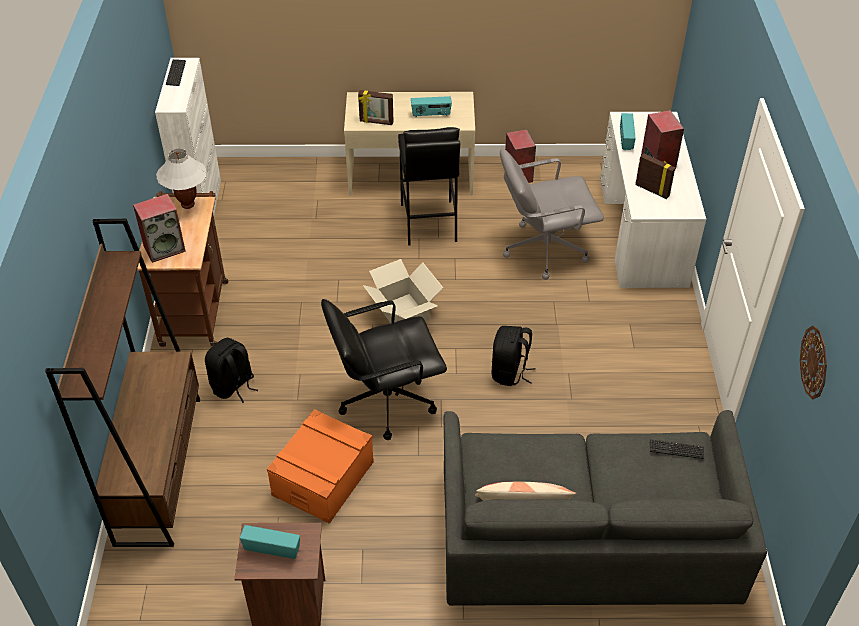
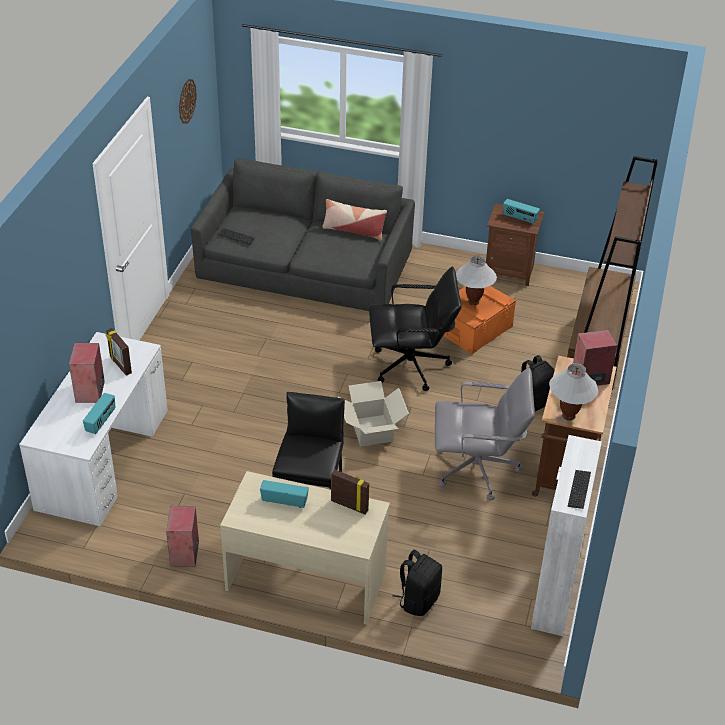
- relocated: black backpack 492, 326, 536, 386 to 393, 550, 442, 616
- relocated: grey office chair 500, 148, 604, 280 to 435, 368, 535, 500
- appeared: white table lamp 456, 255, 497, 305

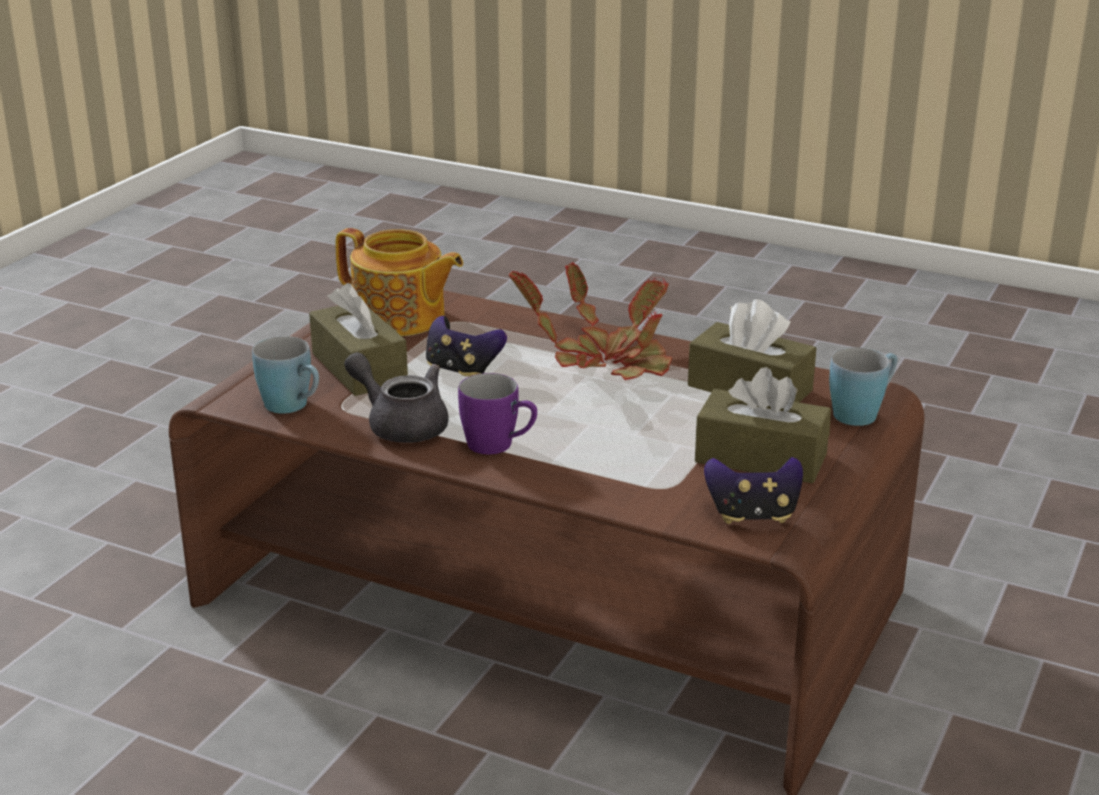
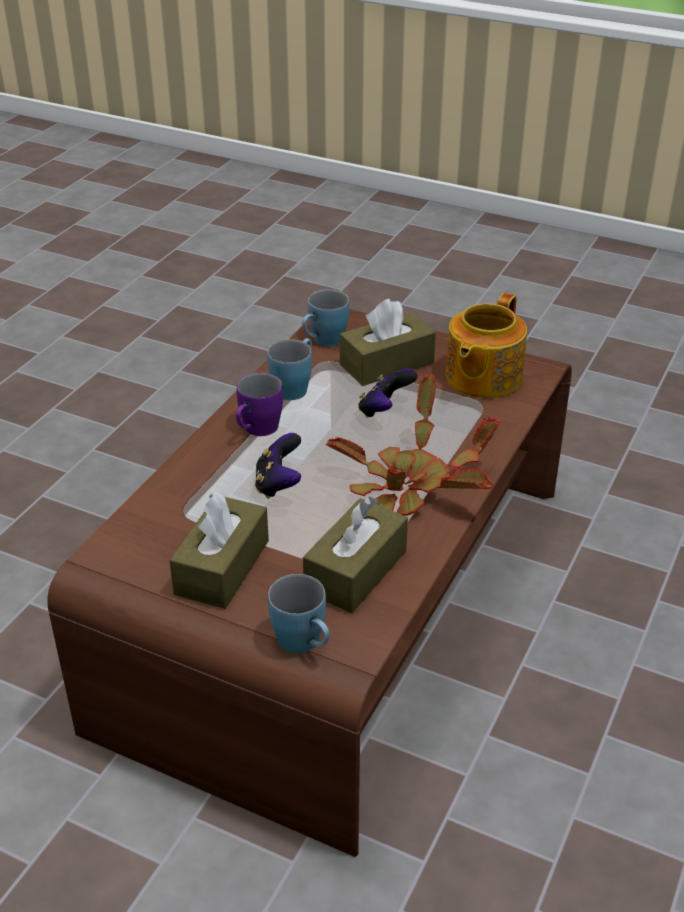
- exchanged: grey teapot 344, 352, 449, 443 to blue mug 268, 338, 312, 400
- relocated: game controller 704, 457, 803, 524 to 255, 433, 301, 499

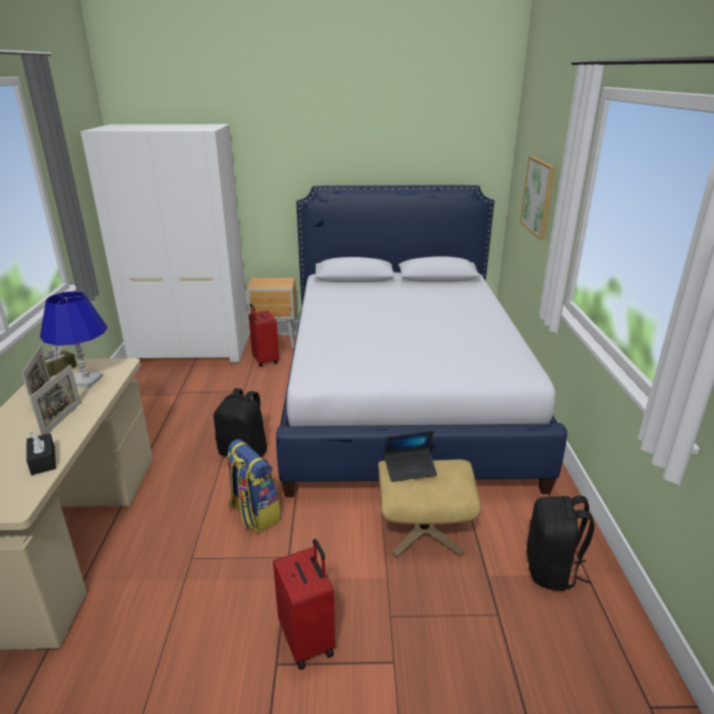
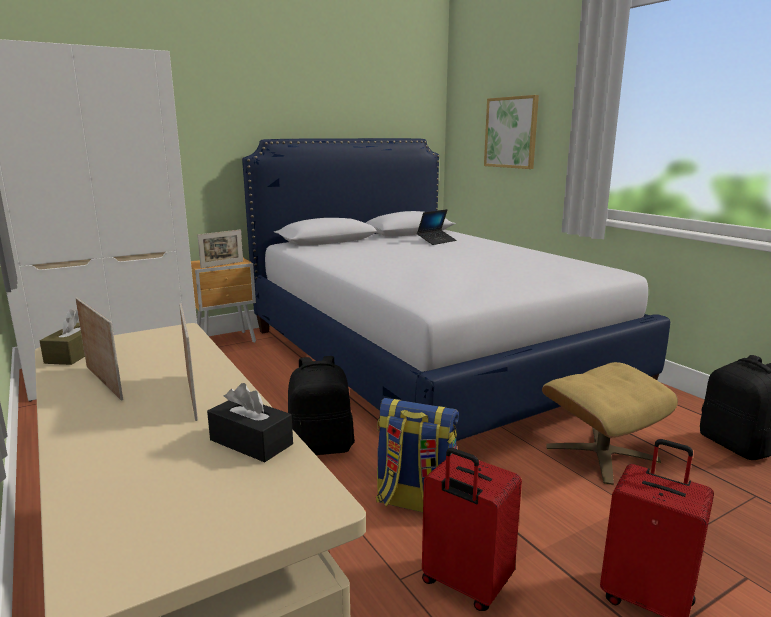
- missing: blue table lamp 40, 291, 107, 388
- relocated: red suitcase 248, 303, 279, 367 to 422, 448, 522, 611
- relocated: laptop 384, 431, 437, 482 to 417, 209, 456, 245
- appeared: picture frame 197, 229, 243, 268

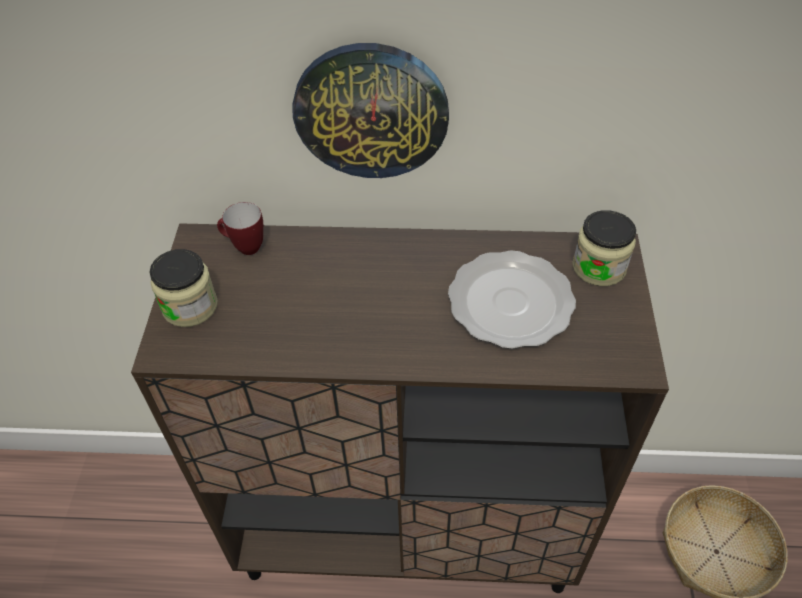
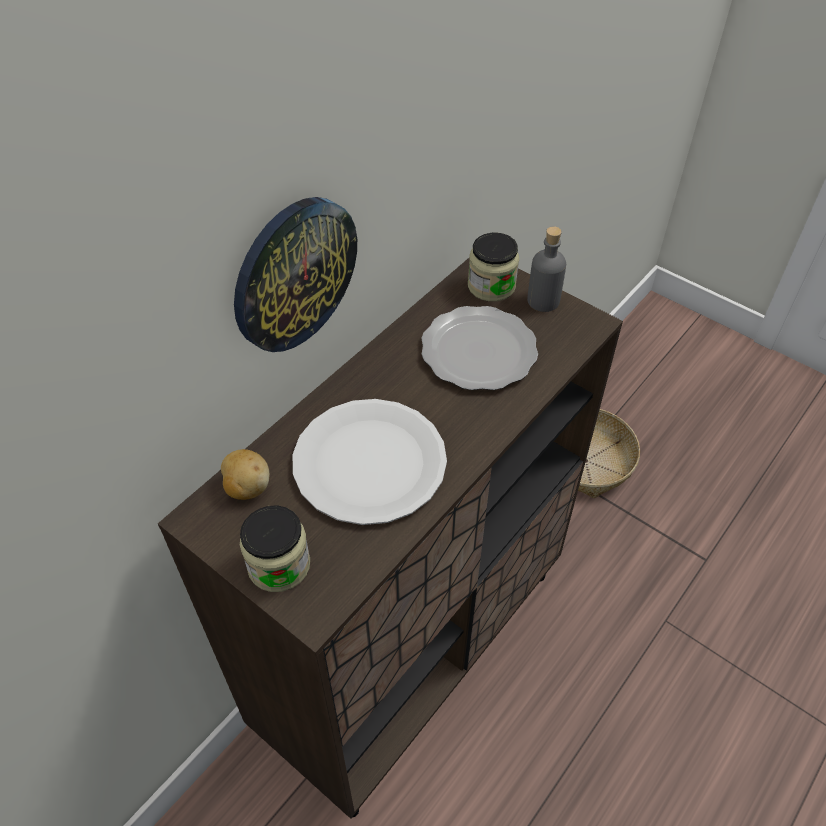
- exchanged: mug 217, 202, 263, 255 to potato 221, 449, 270, 500
- appeared: white plate 292, 399, 447, 525
- appeared: grey bottle 527, 226, 566, 312

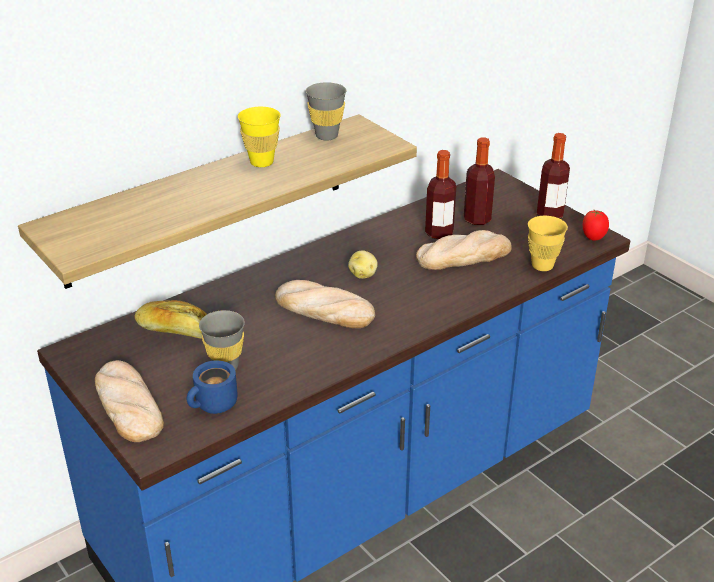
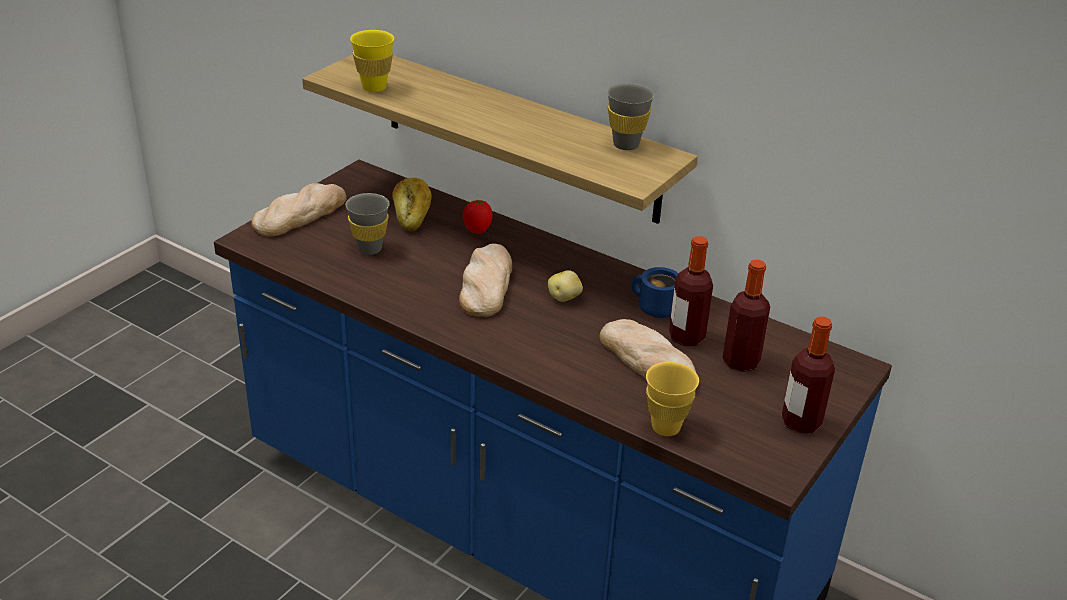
- relocated: blue mug 187, 361, 237, 414 to 631, 267, 678, 318
- relocated: yellow cup 238, 107, 281, 167 to 350, 30, 394, 92
- relocated: tomato 583, 210, 609, 240 to 463, 200, 493, 234

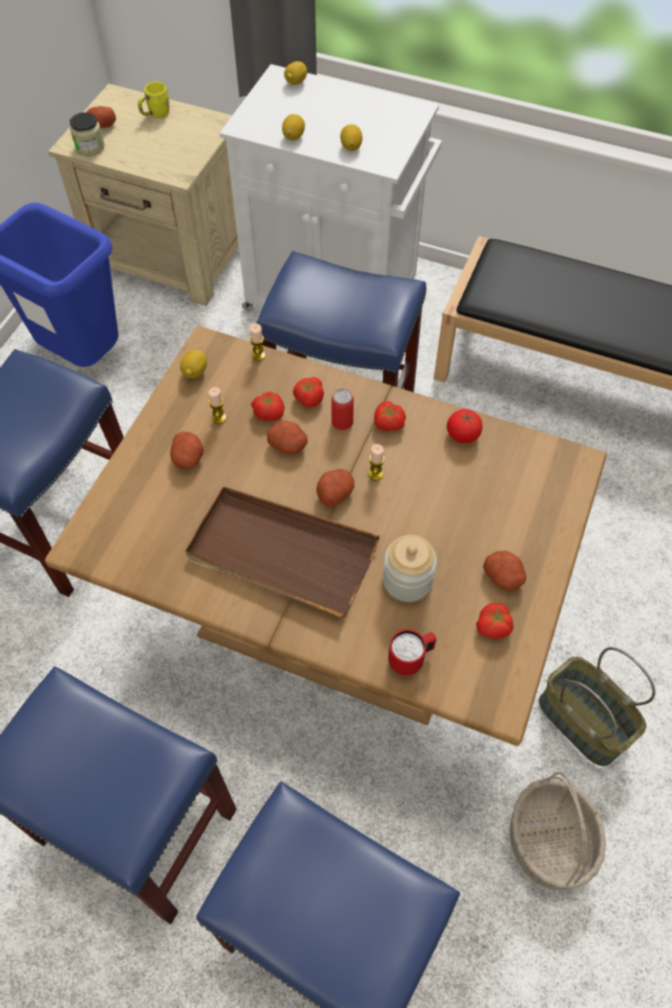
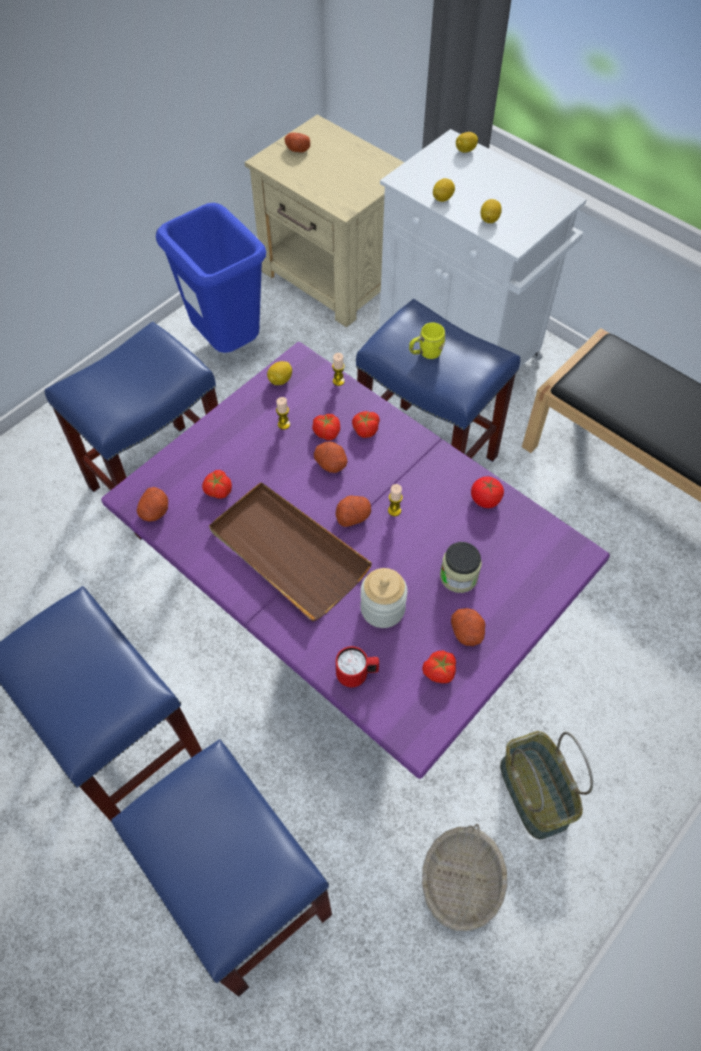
- colour: brown dining table 45, 326, 607, 746 to purple dining table 101, 342, 610, 779
- relocated: jar 70, 112, 105, 156 to 440, 542, 482, 593
- relocated: yellow mug 138, 82, 169, 118 to 409, 323, 445, 359
- relocated: potato 170, 432, 204, 469 to 137, 487, 168, 522
- missing: can 331, 388, 354, 430
- relocated: tomato 374, 401, 406, 431 to 202, 470, 232, 499

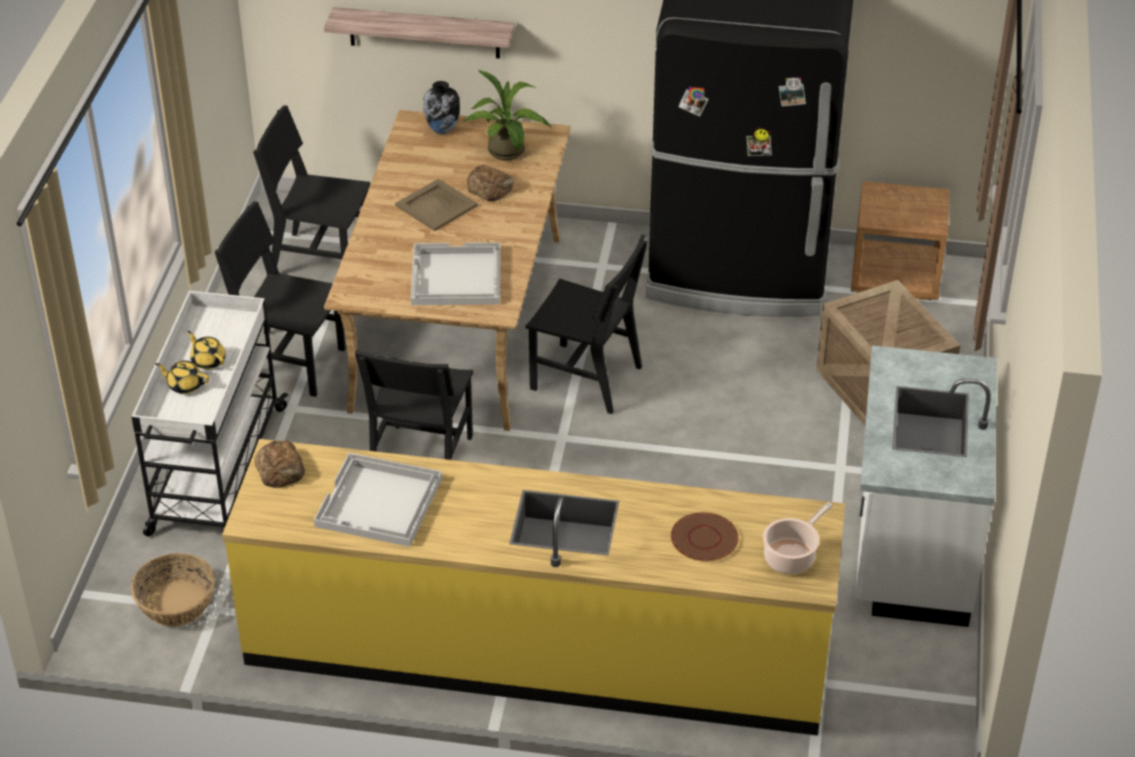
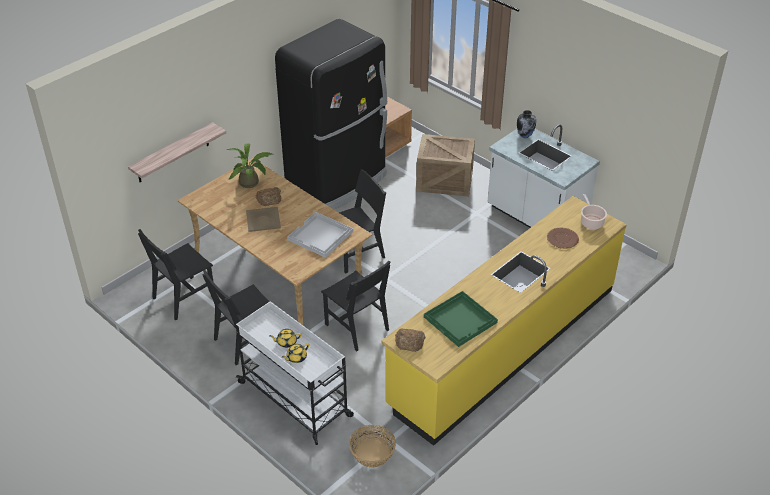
- colour: white tray 314, 453, 442, 547 to green tray 424, 291, 498, 347
- relocated: vase 423, 81, 460, 135 to 517, 110, 536, 138

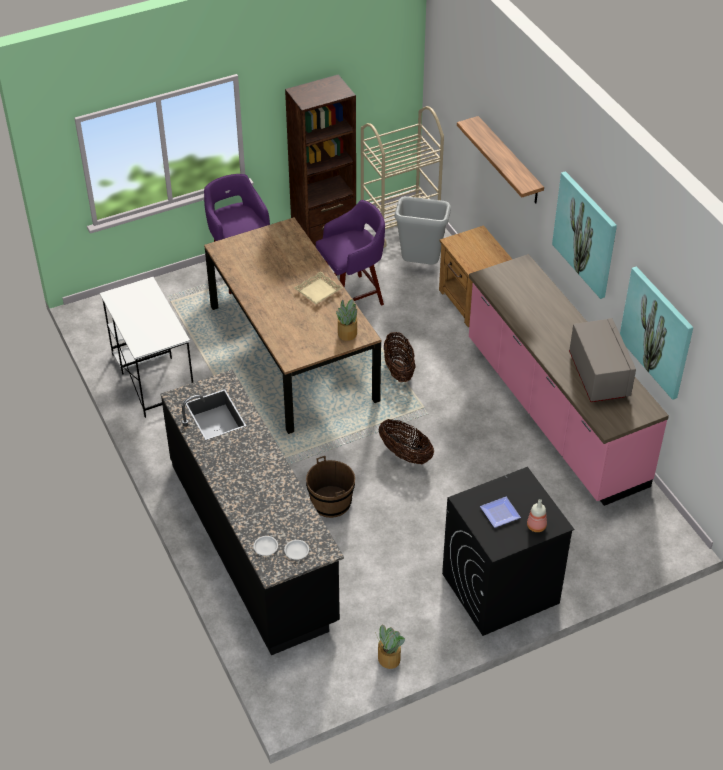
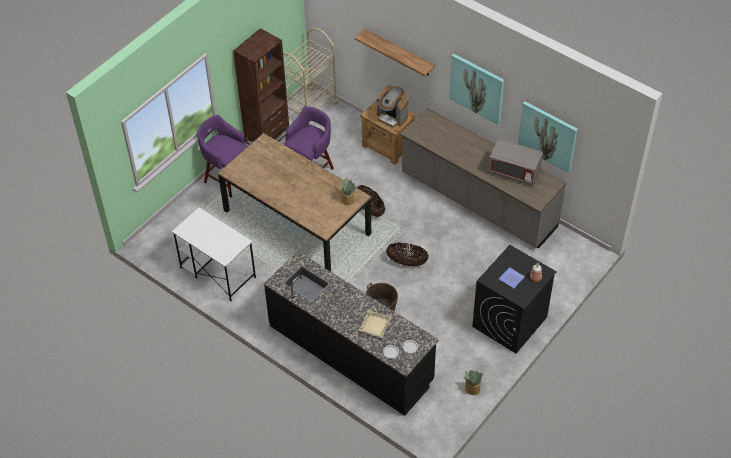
- relocated: beige tray 294, 271, 343, 304 to 358, 309, 392, 338
- missing: grey trash can 394, 196, 451, 264
- colour: pink counter 469, 254, 669, 506 to grey counter 400, 108, 566, 249
- spun: grey microwave 569, 318, 636, 402 = 488, 139, 543, 186 150 degrees clockwise
- appeared: coffee machine 377, 86, 409, 128

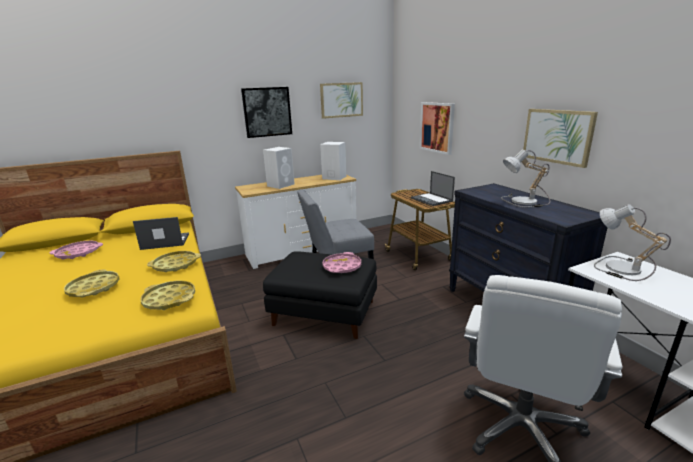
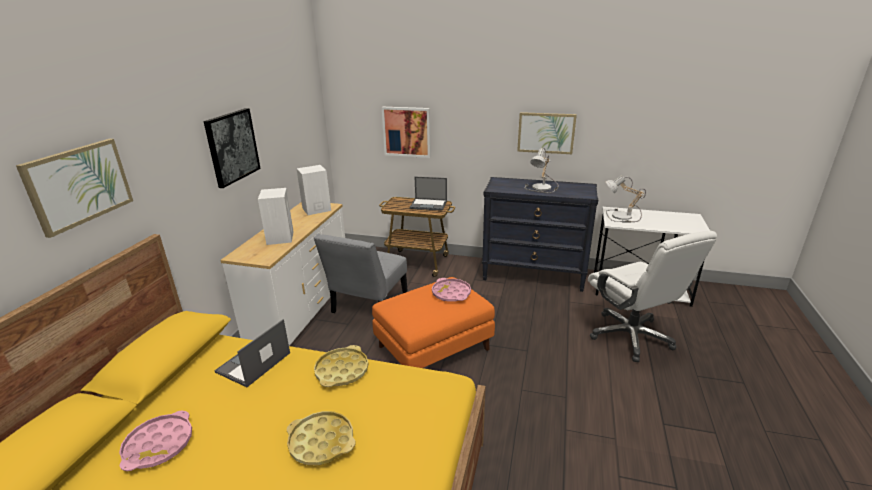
- missing: yellow tray 140, 281, 195, 310
- colour: black ottoman 263, 251, 377, 339 to orange ottoman 372, 277, 495, 368
- relocated: picture 320, 82, 363, 119 to 16, 139, 133, 238

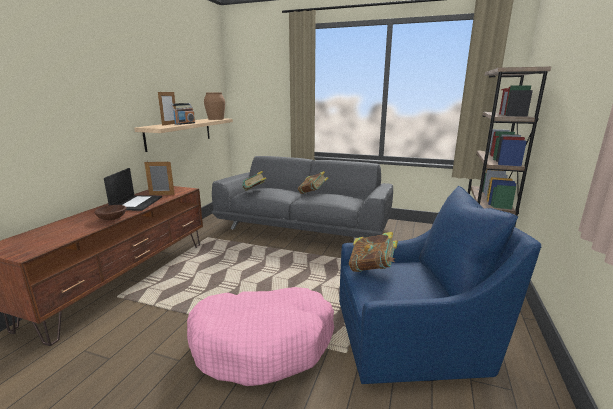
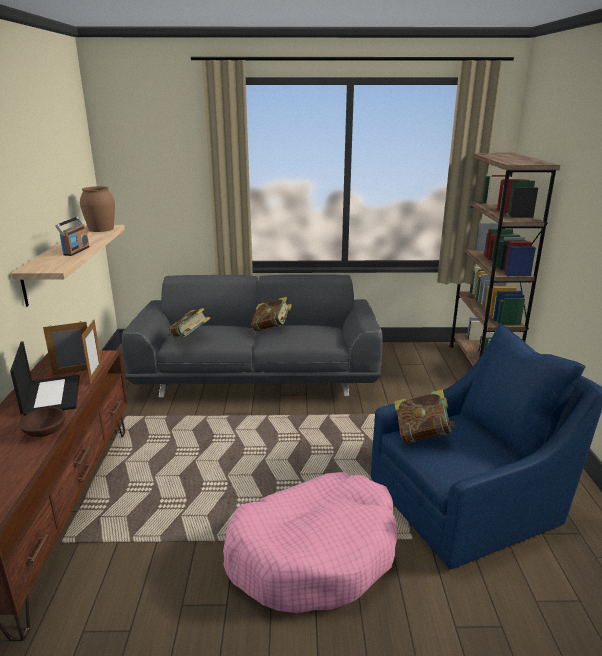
- relocated: picture frame 158, 91, 176, 126 to 81, 320, 102, 385

